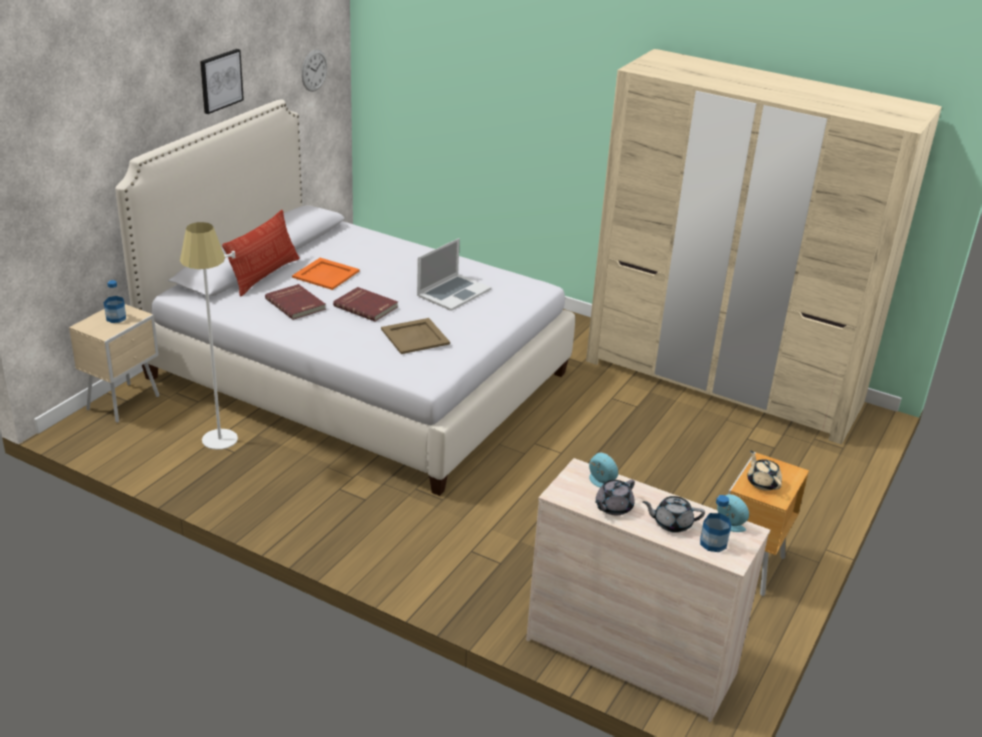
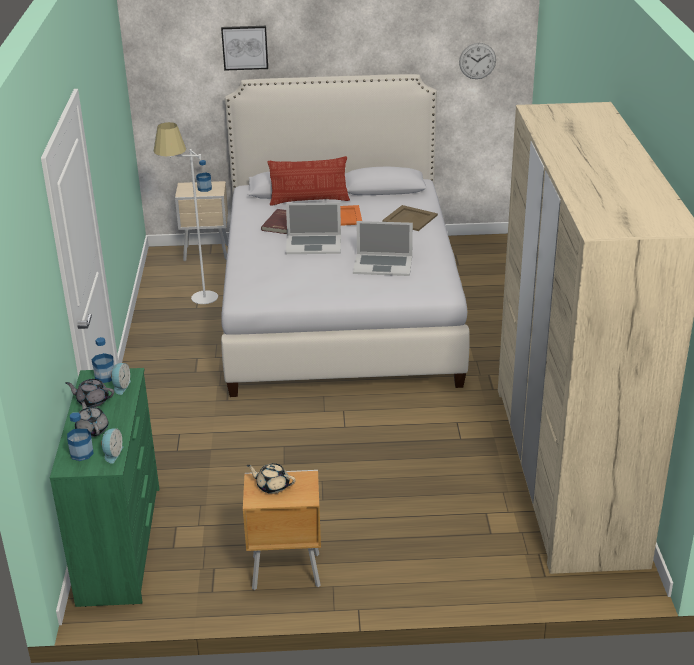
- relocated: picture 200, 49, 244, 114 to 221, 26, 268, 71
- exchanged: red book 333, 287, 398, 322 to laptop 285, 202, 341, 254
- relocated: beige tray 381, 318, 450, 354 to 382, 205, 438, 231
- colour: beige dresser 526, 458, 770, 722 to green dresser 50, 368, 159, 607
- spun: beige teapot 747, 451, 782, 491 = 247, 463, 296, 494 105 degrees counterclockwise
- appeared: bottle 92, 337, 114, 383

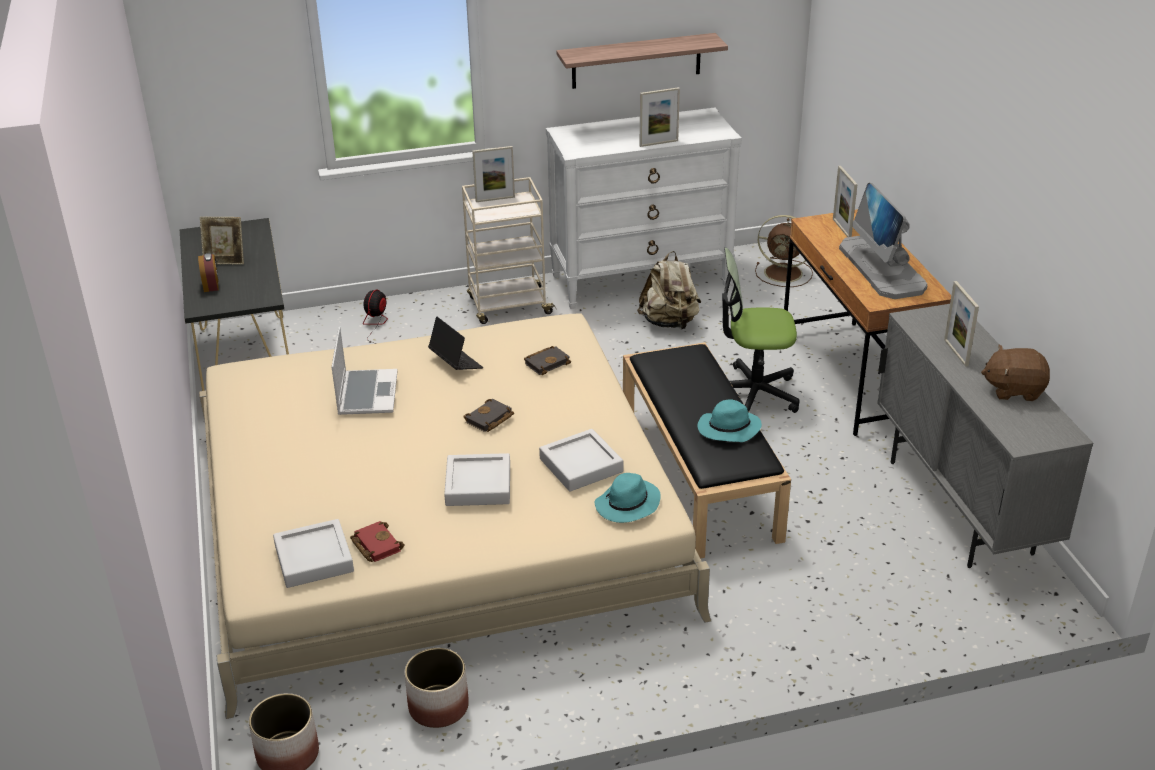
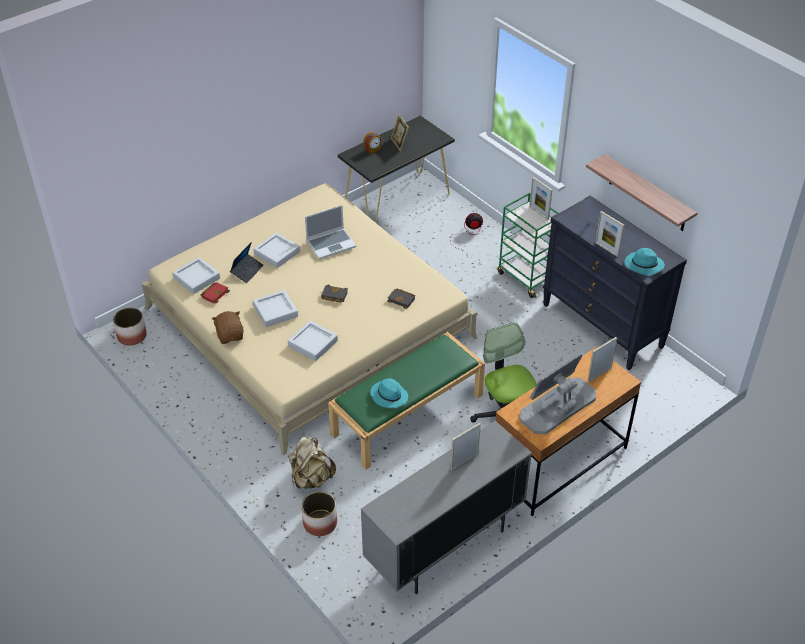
- relocated: planter 405, 648, 469, 728 to 302, 491, 337, 536
- relocated: laptop 428, 316, 484, 370 to 230, 242, 264, 283
- colour: beige cart 462, 177, 556, 324 to green cart 498, 193, 559, 298
- colour: white dresser 546, 108, 742, 309 to black dresser 543, 196, 687, 370
- relocated: turquoise hat 595, 473, 661, 523 to 625, 248, 665, 276
- colour: black bench 623, 342, 791, 559 to green bench 328, 332, 485, 470
- relocated: beige backpack 637, 251, 701, 329 to 289, 436, 336, 489
- missing: brown fan 755, 215, 813, 287
- relocated: brown plush toy 981, 345, 1050, 401 to 212, 311, 244, 344
- appeared: grey tray 253, 233, 300, 268

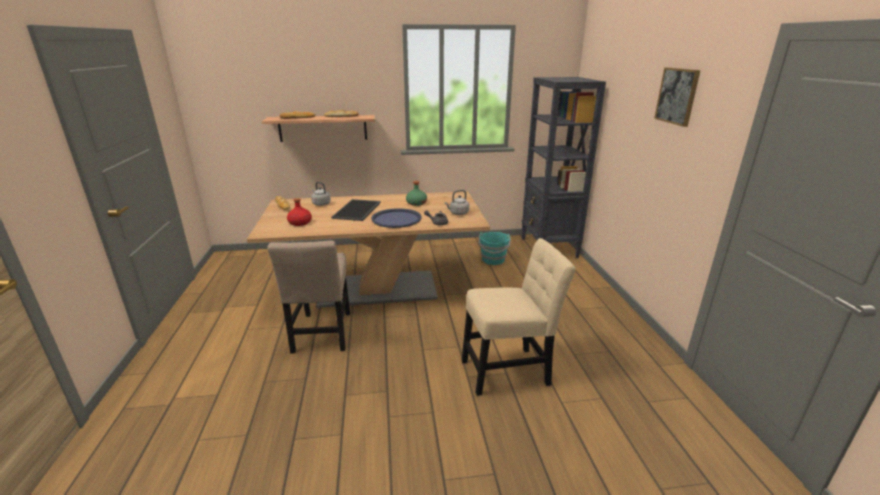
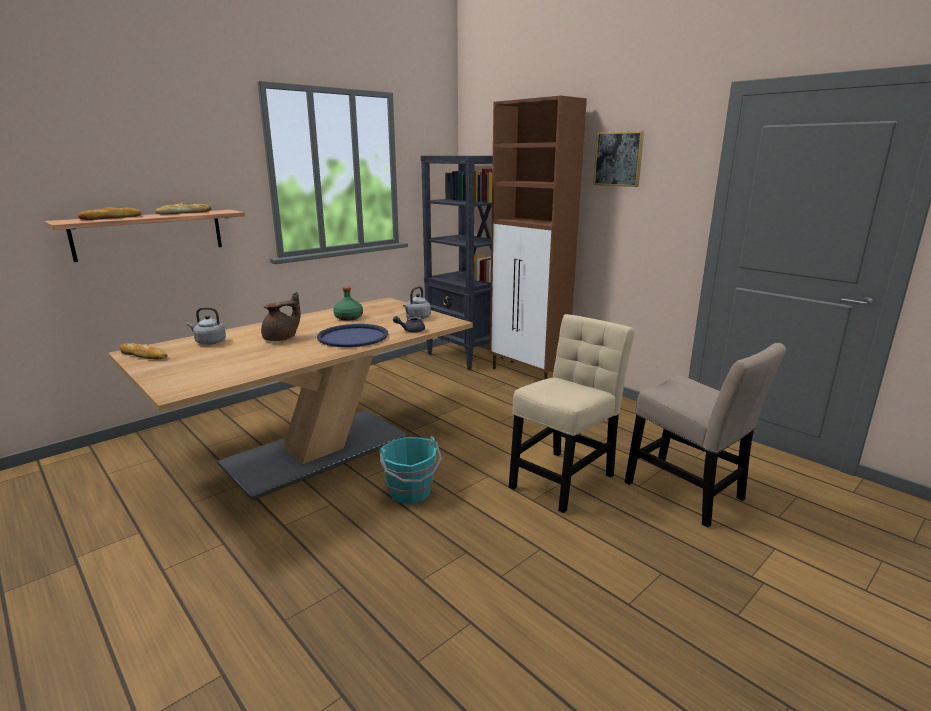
- relocated: beige chair 268, 240, 350, 354 to 625, 343, 786, 528
- missing: red bottle 287, 198, 312, 226
- exchanged: tray 331, 199, 381, 221 to brown teapot 261, 292, 301, 341
- relocated: turquoise bucket 478, 232, 511, 265 to 379, 436, 442, 504
- appeared: brown cabinet 490, 96, 587, 380

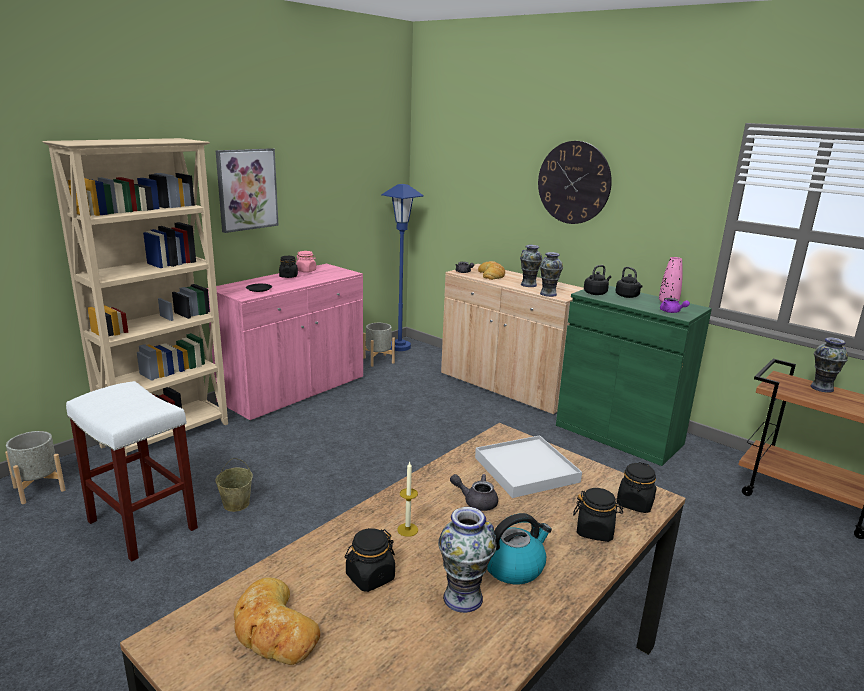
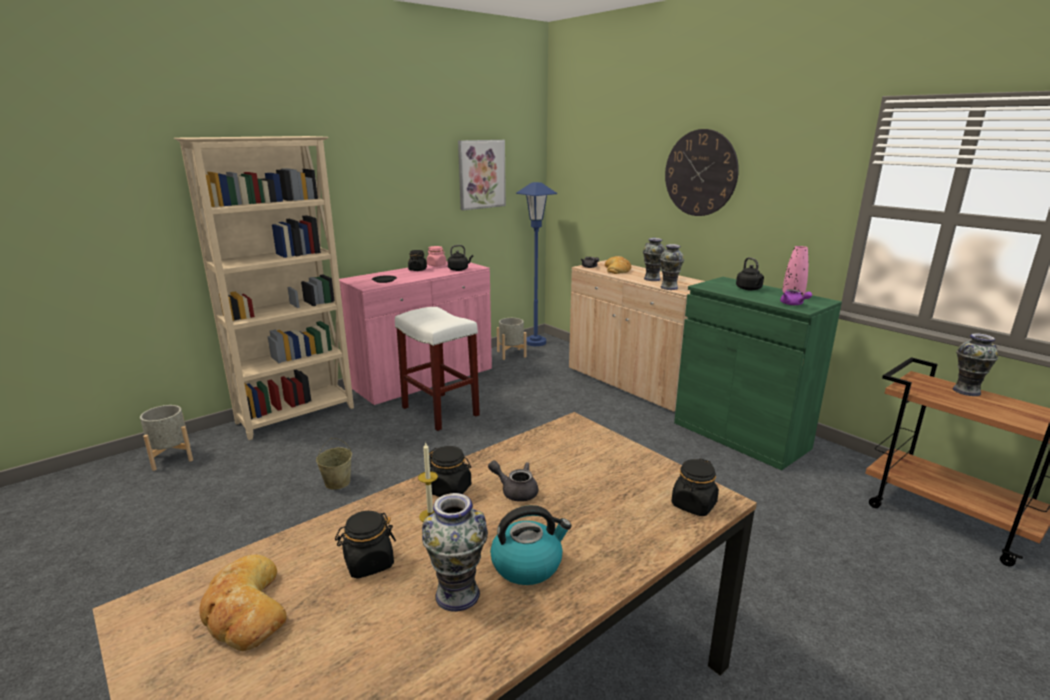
- relocated: white stool 66, 381, 198, 562 to 395, 307, 480, 431
- relocated: picture 215, 148, 278, 233 to 458, 140, 506, 210
- missing: white tray 475, 435, 582, 498
- relocated: black jar 573, 488, 623, 542 to 429, 446, 471, 497
- relocated: black kettle 584, 265, 611, 295 to 448, 245, 473, 271

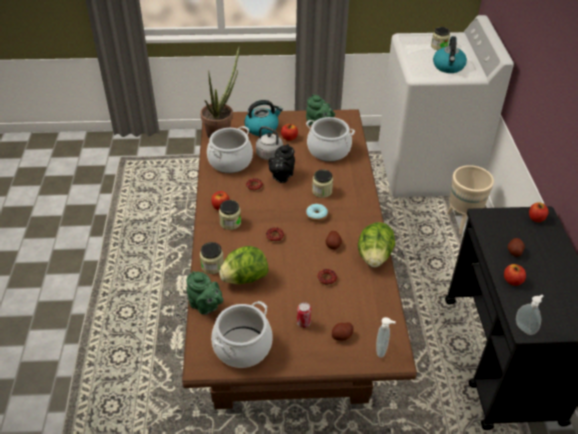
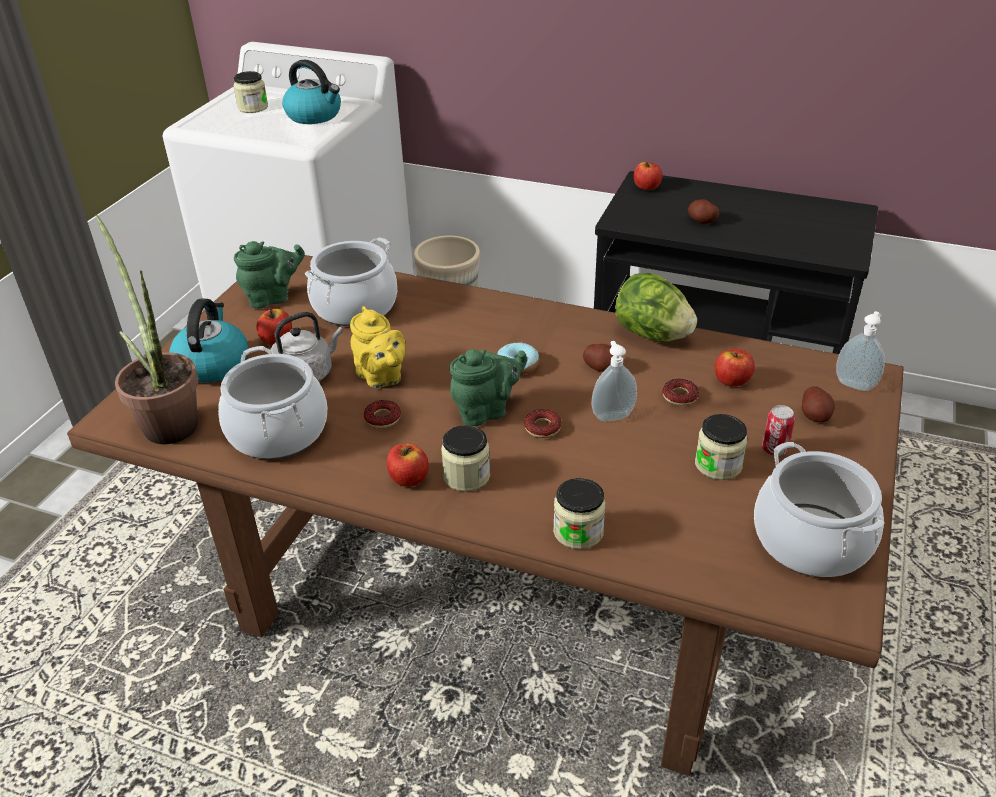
- relocated: green teapot 186, 271, 223, 315 to 450, 349, 527, 426
- missing: lettuce 219, 246, 269, 284
- colour: black teapot 268, 144, 295, 183 to yellow teapot 350, 306, 406, 388
- relocated: jar 312, 169, 333, 198 to 695, 414, 747, 480
- relocated: apple 504, 264, 526, 286 to 715, 349, 755, 387
- relocated: soap dispenser 516, 295, 543, 335 to 592, 341, 637, 421

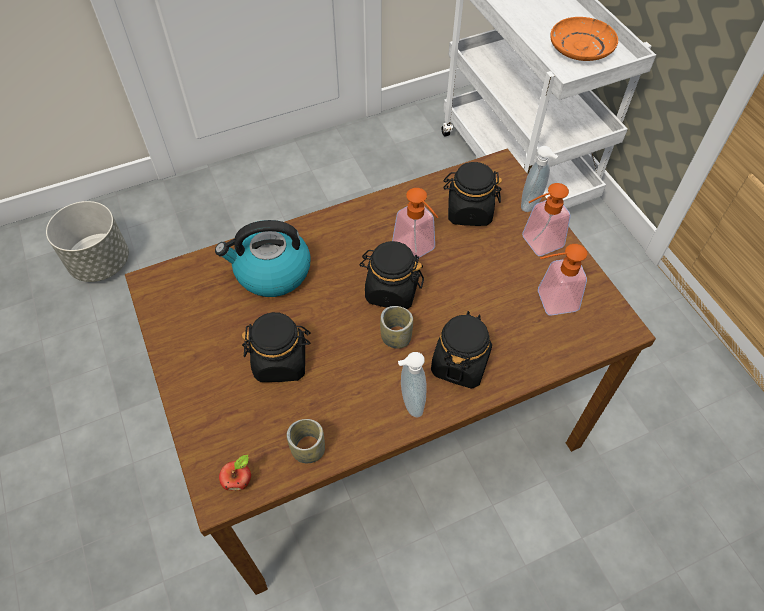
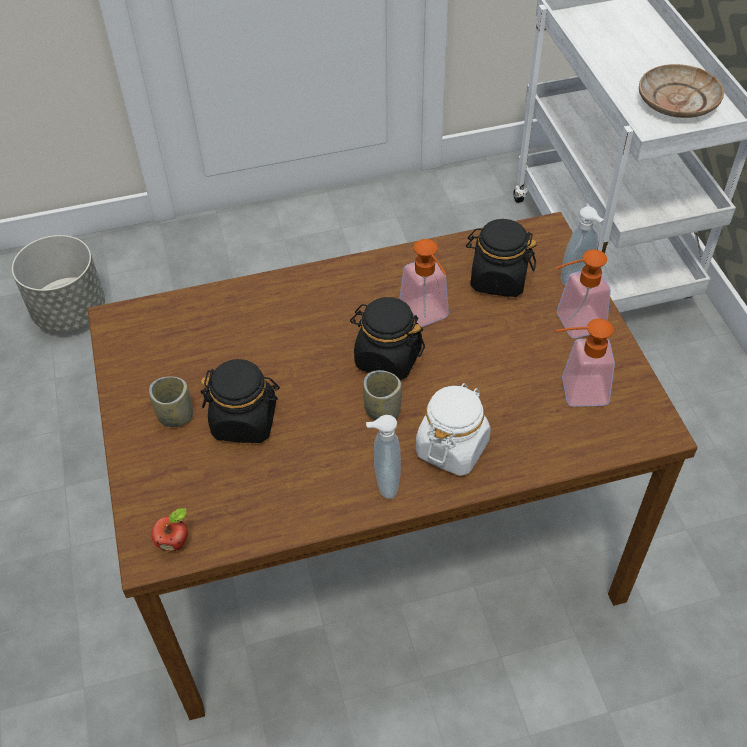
- missing: kettle 215, 220, 311, 297
- relocated: cup 287, 419, 325, 463 to 149, 376, 193, 427
- colour: black jar 431, 311, 492, 389 to white jar 416, 383, 491, 476
- colour: orange plate 550, 17, 618, 61 to beige plate 639, 64, 724, 118

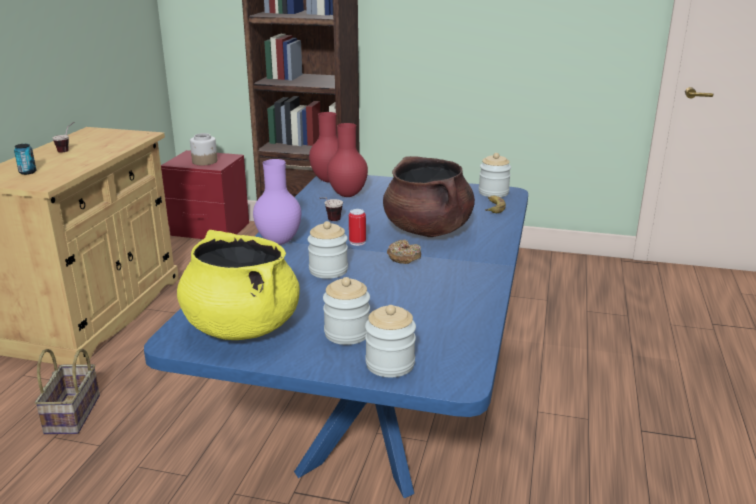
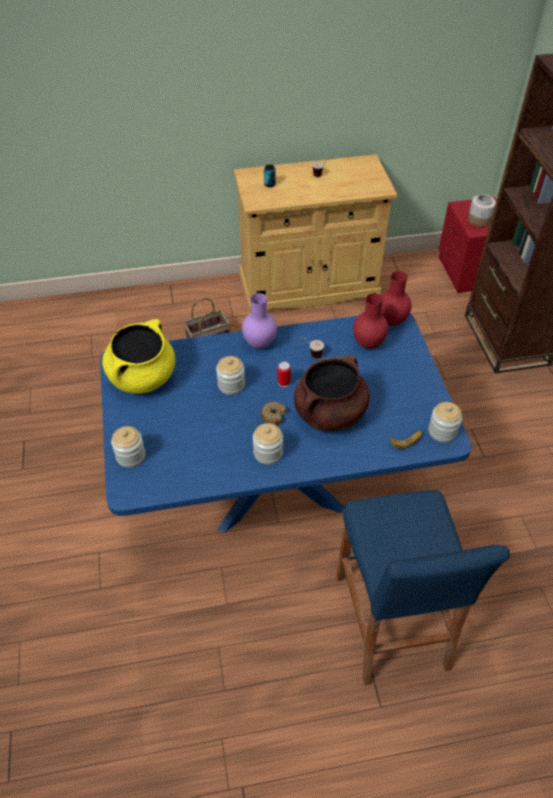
- relocated: jar 323, 277, 370, 345 to 253, 423, 283, 465
- appeared: blue stool 336, 490, 510, 685

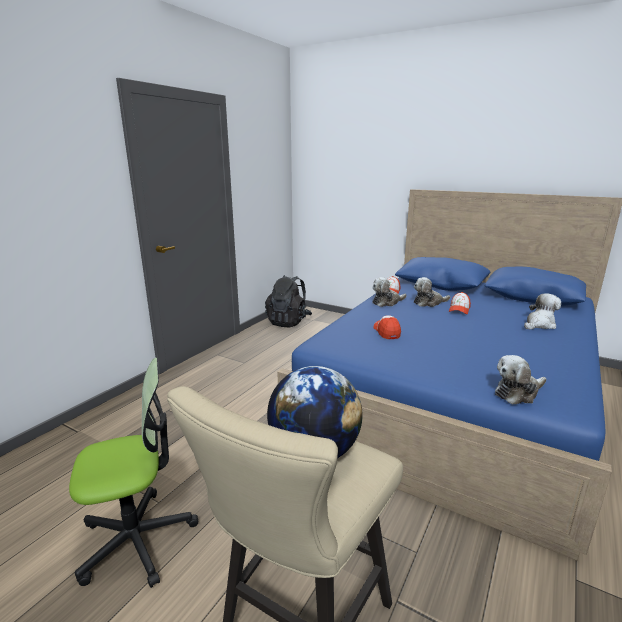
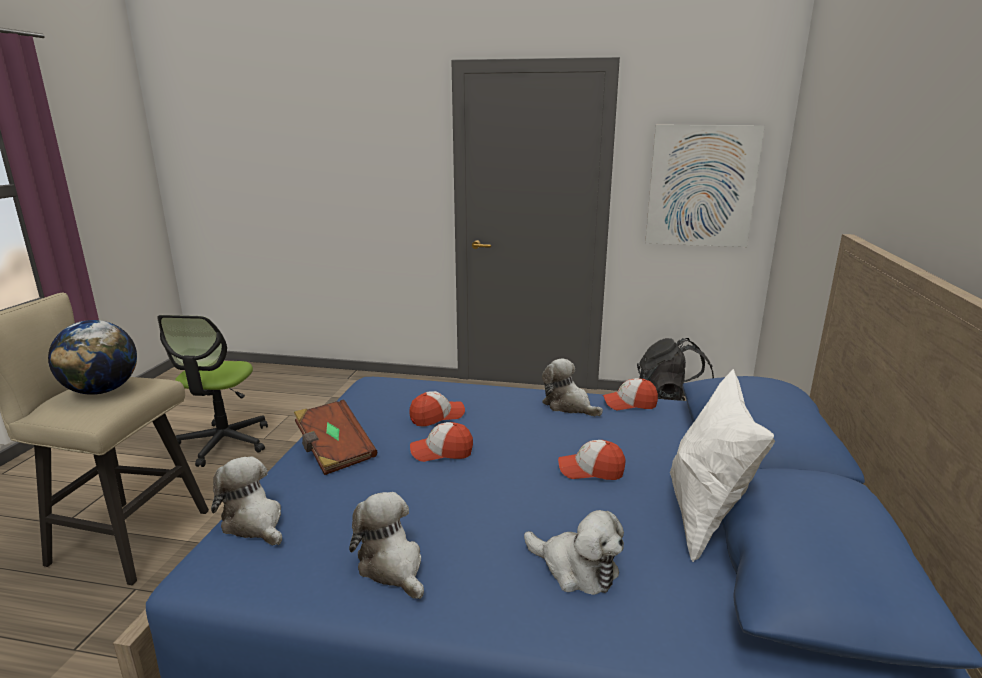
- spun: office chair 69, 358, 198, 588 = 157, 315, 268, 467 45 degrees clockwise
- relocated: plush toy 414, 277, 450, 307 to 349, 492, 424, 599
- appeared: brown book 294, 399, 377, 475
- appeared: cap 410, 422, 473, 462
- appeared: picture 645, 125, 765, 247
- appeared: white pillow 670, 369, 775, 562

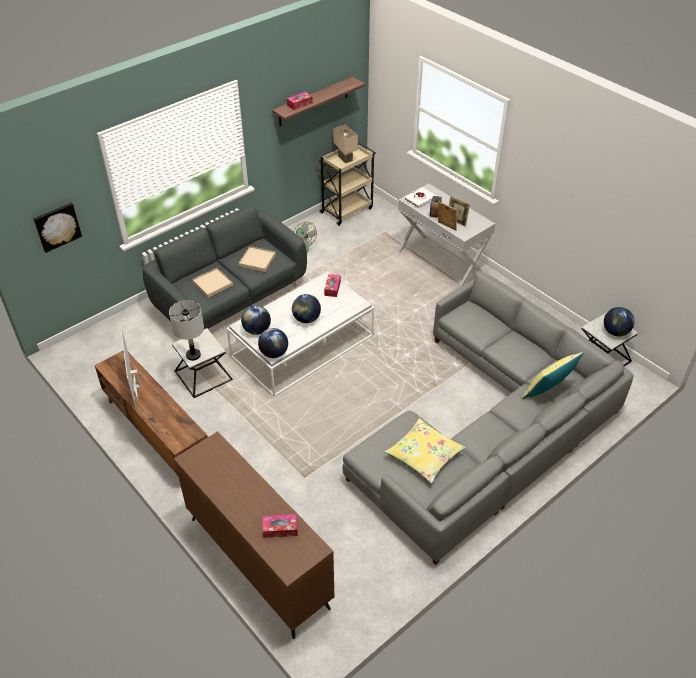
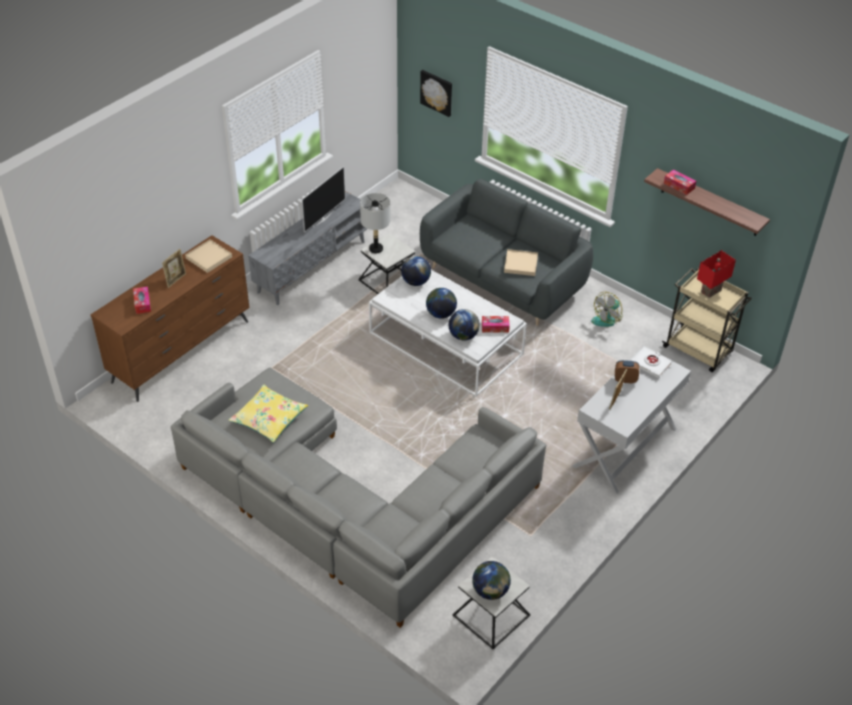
- colour: brown tv stand 94, 351, 208, 475 to grey tv stand 248, 191, 367, 305
- spun: television 120, 326, 141, 410 = 301, 166, 345, 233 150 degrees clockwise
- relocated: beige tray 192, 268, 233, 298 to 185, 239, 232, 273
- relocated: globe 258, 328, 288, 358 to 448, 309, 480, 341
- colour: beige table lamp 333, 124, 358, 163 to red table lamp 697, 250, 736, 298
- relocated: picture frame 438, 201, 457, 231 to 162, 249, 186, 288
- missing: yellow pillow 522, 352, 583, 399

